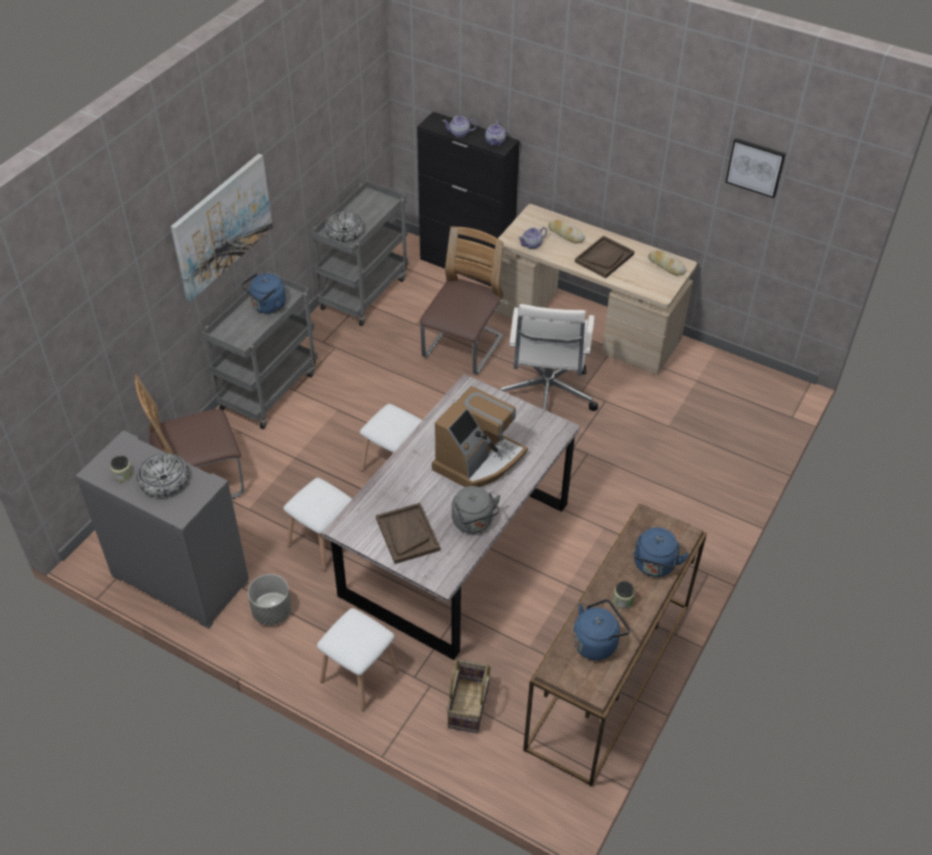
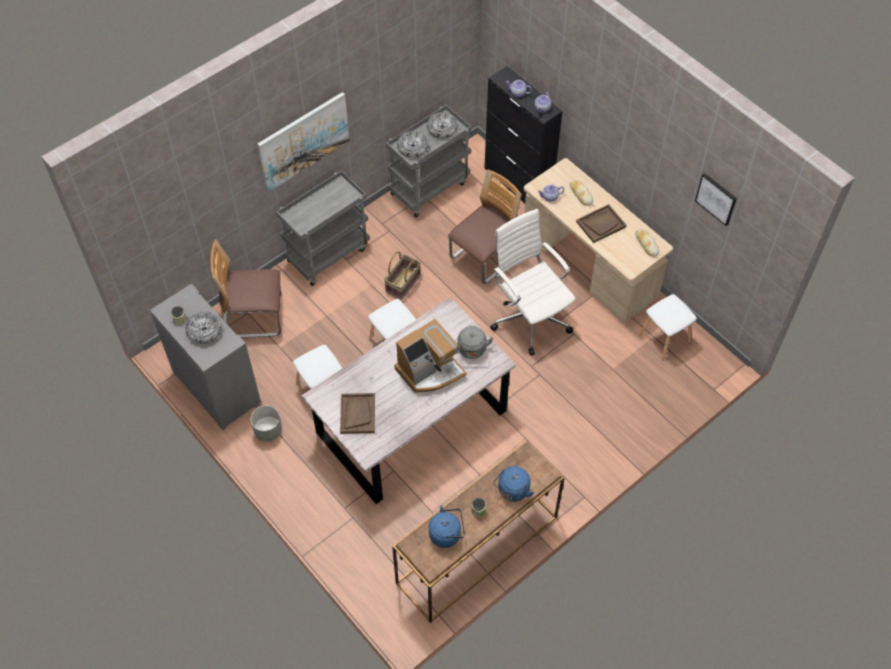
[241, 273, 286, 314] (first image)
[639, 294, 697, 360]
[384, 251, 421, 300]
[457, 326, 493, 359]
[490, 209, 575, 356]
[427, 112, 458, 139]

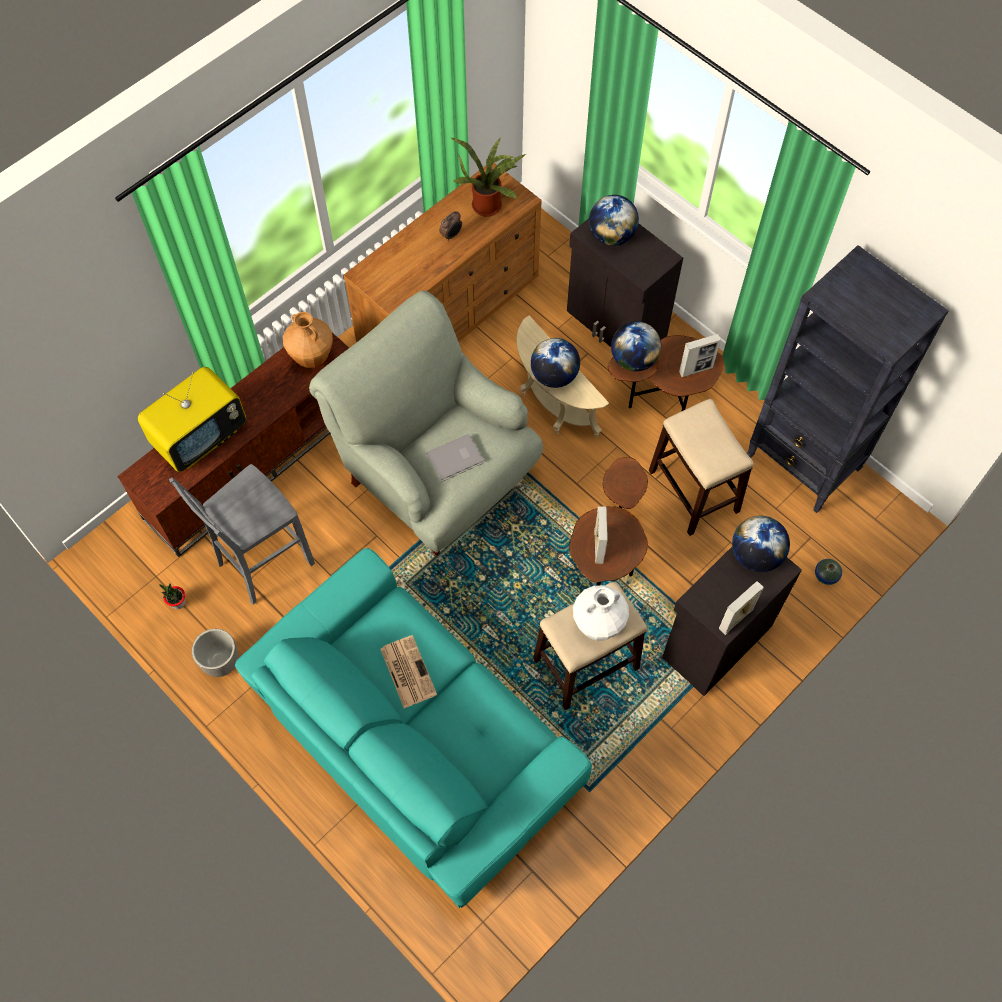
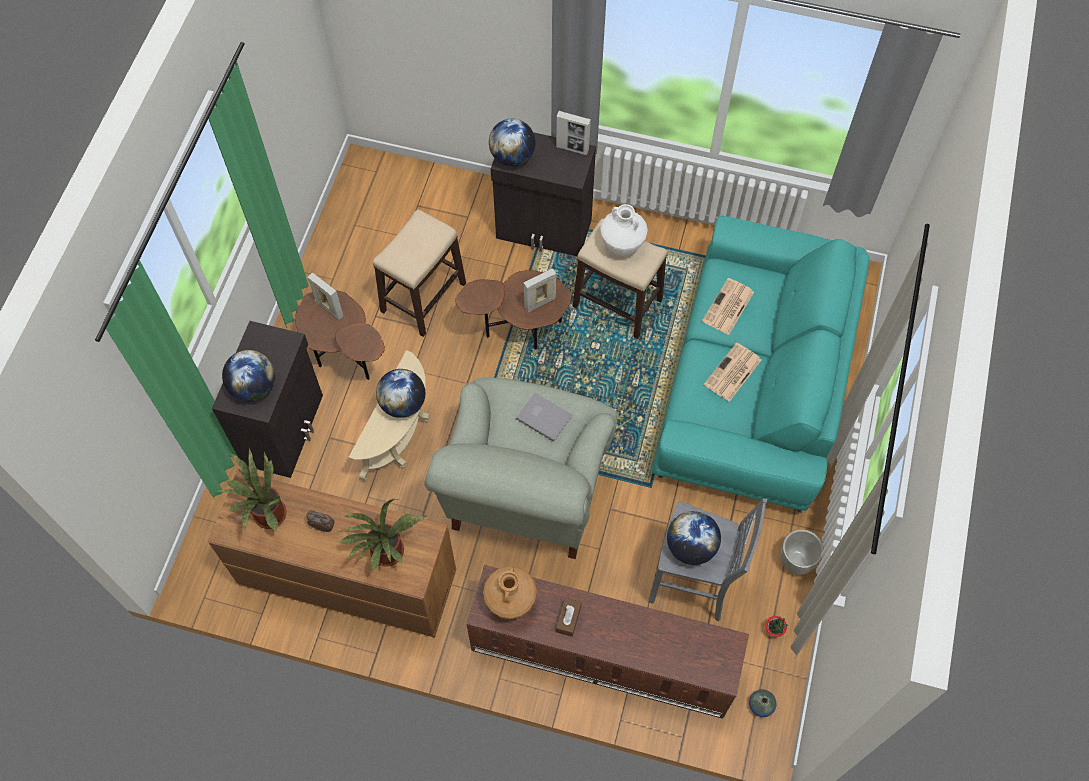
[138, 367, 246, 472] (first image)
[667, 511, 721, 565]
[747, 245, 949, 513] (first image)
[749, 689, 777, 717]
[340, 499, 426, 572]
[556, 598, 581, 637]
[702, 278, 754, 335]

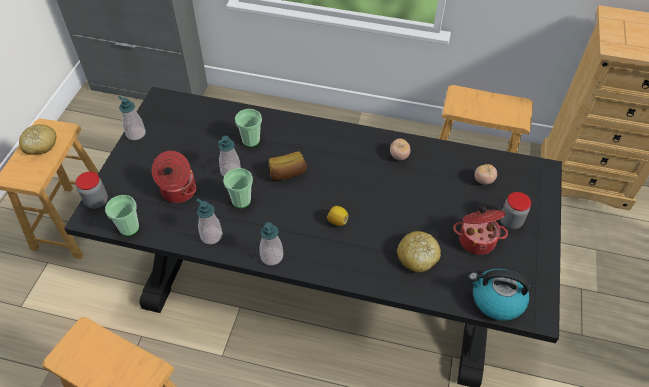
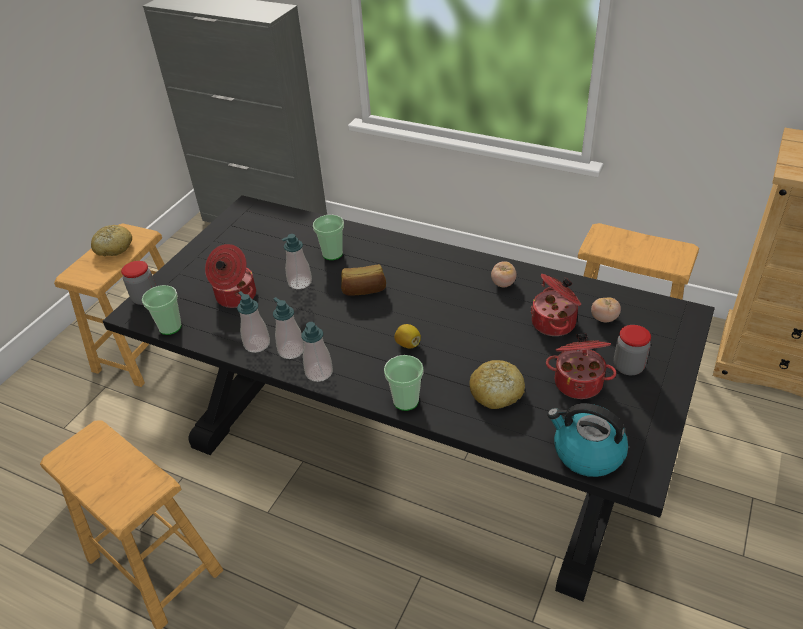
[273, 297, 304, 359]
[384, 355, 424, 411]
[530, 274, 581, 336]

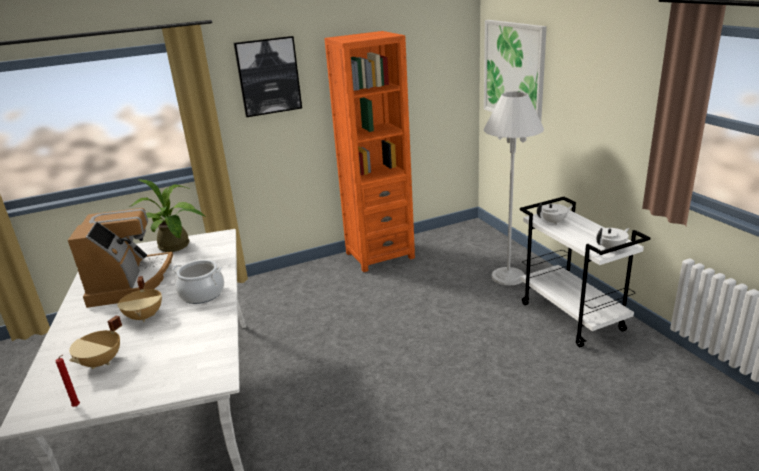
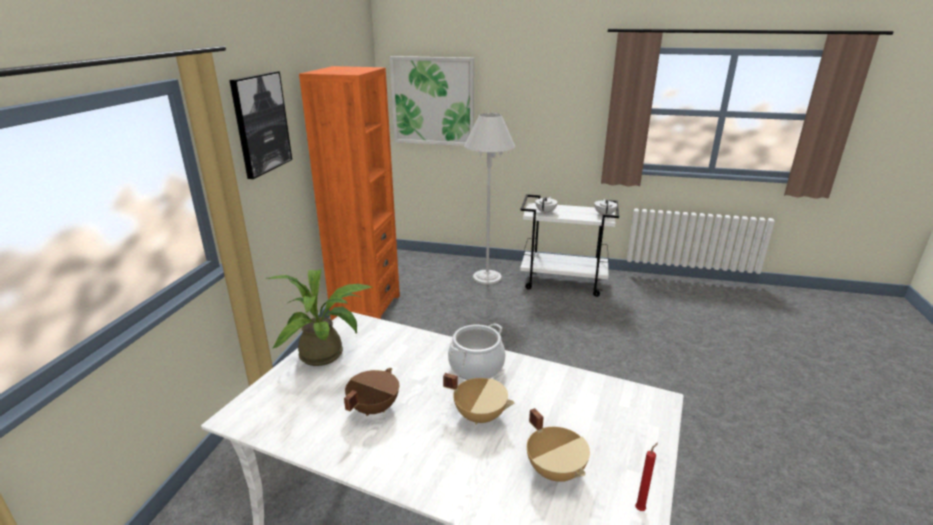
[344, 368, 399, 416]

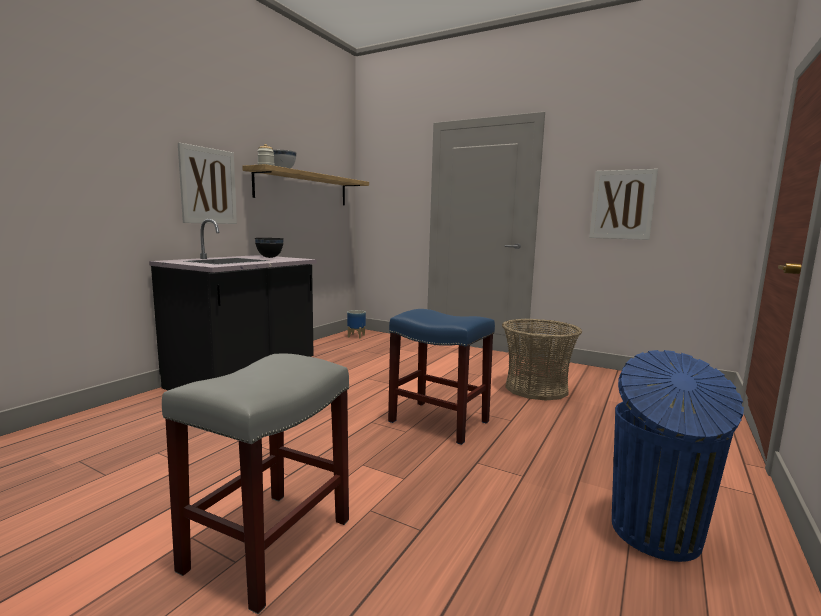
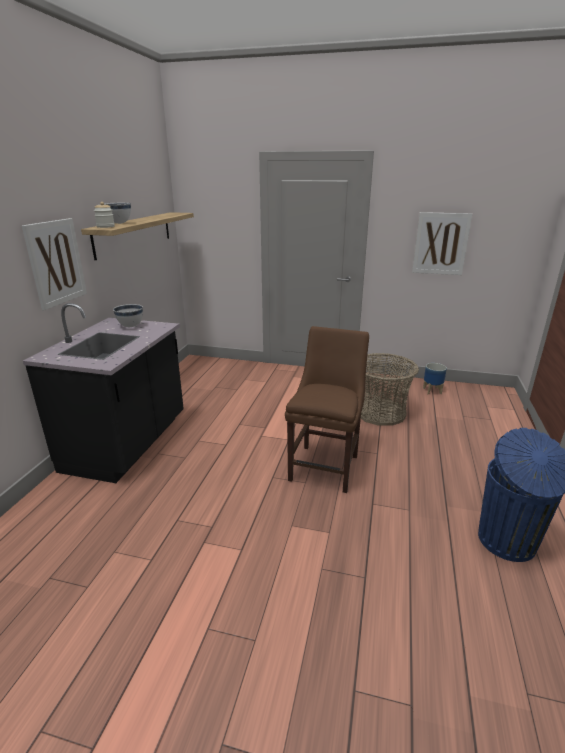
[162, 353, 349, 614] (first image)
[113, 304, 143, 327]
[423, 363, 447, 395]
[285, 326, 369, 493]

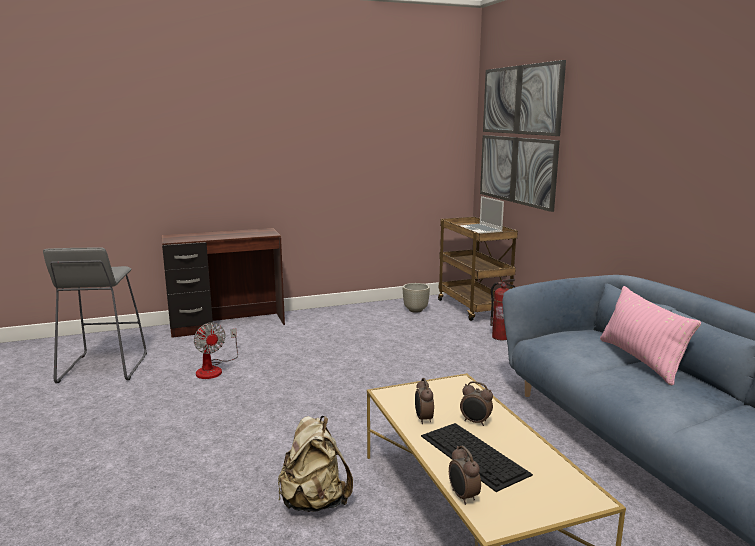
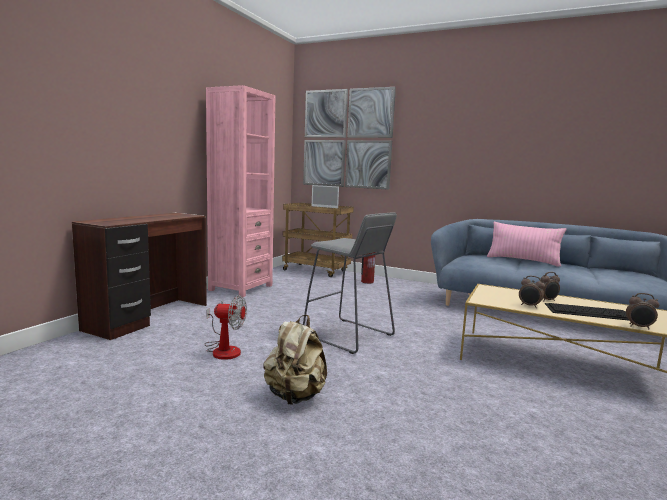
[303, 213, 397, 354]
[263, 315, 327, 405]
[403, 283, 430, 313] (first image)
[206, 85, 275, 297]

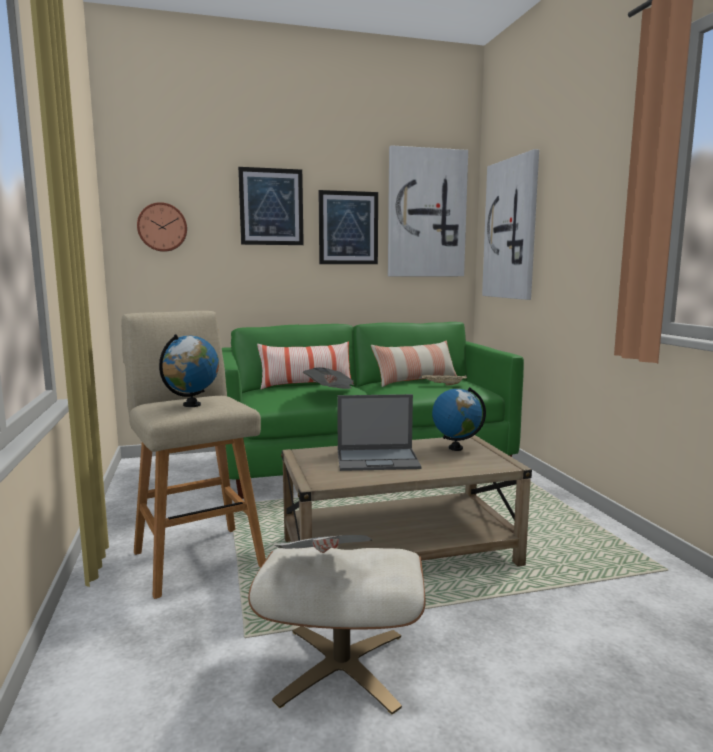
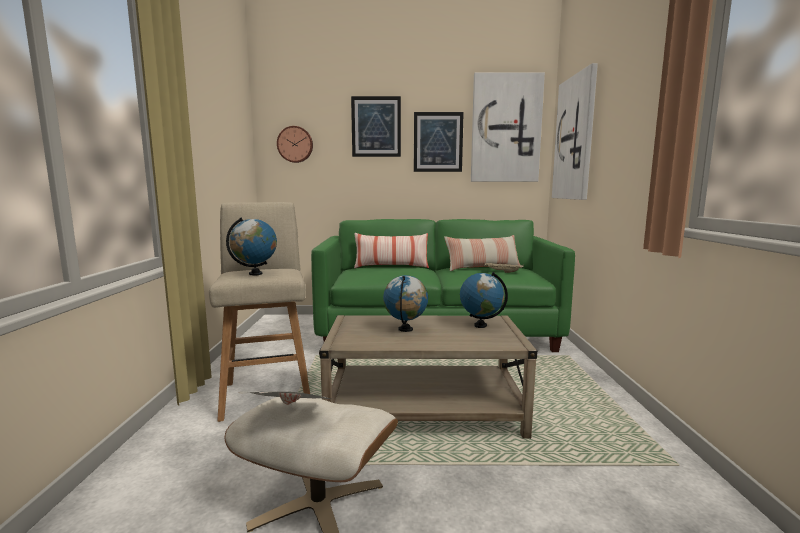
[303, 367, 354, 389] (first image)
[383, 275, 428, 332]

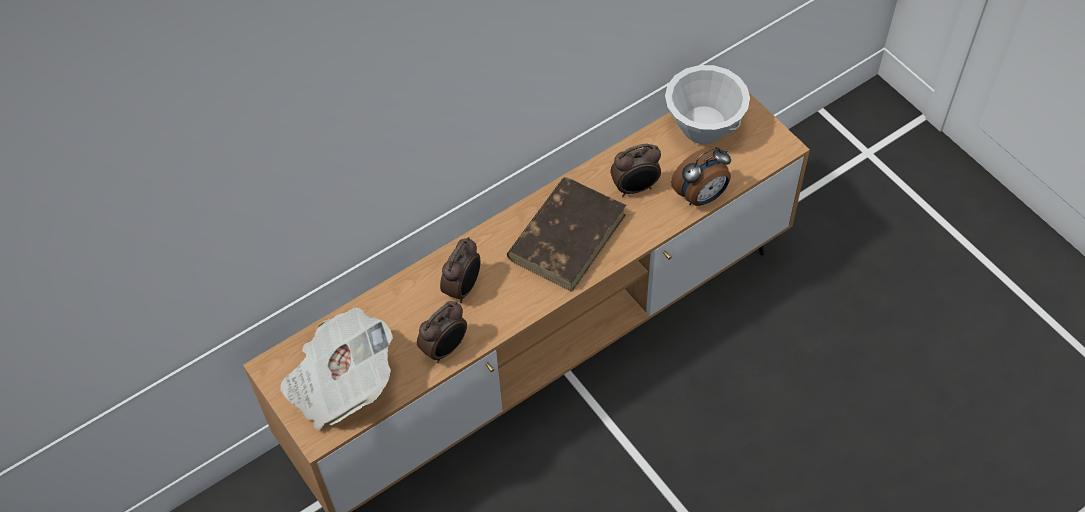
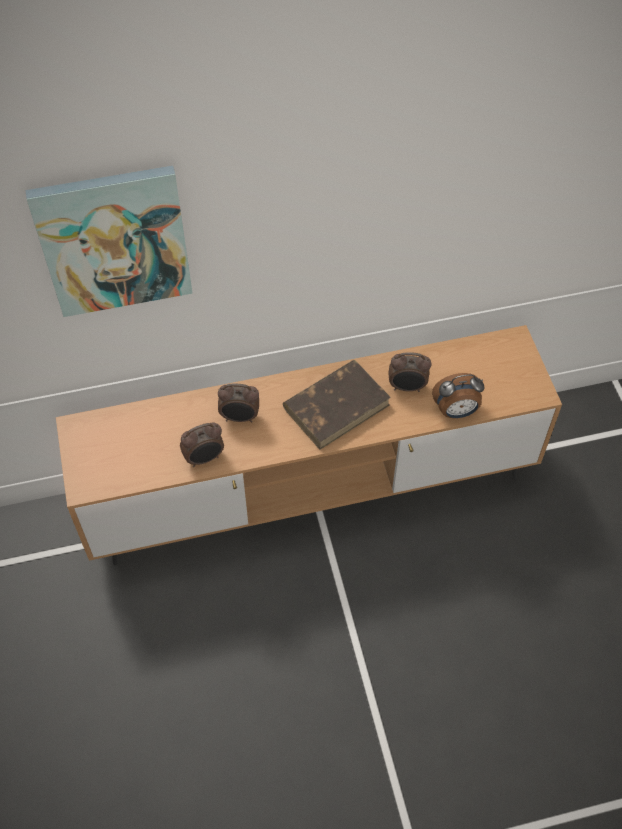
[281, 308, 393, 430] (first image)
[218, 384, 259, 422]
[665, 65, 750, 144] (first image)
[25, 166, 193, 317]

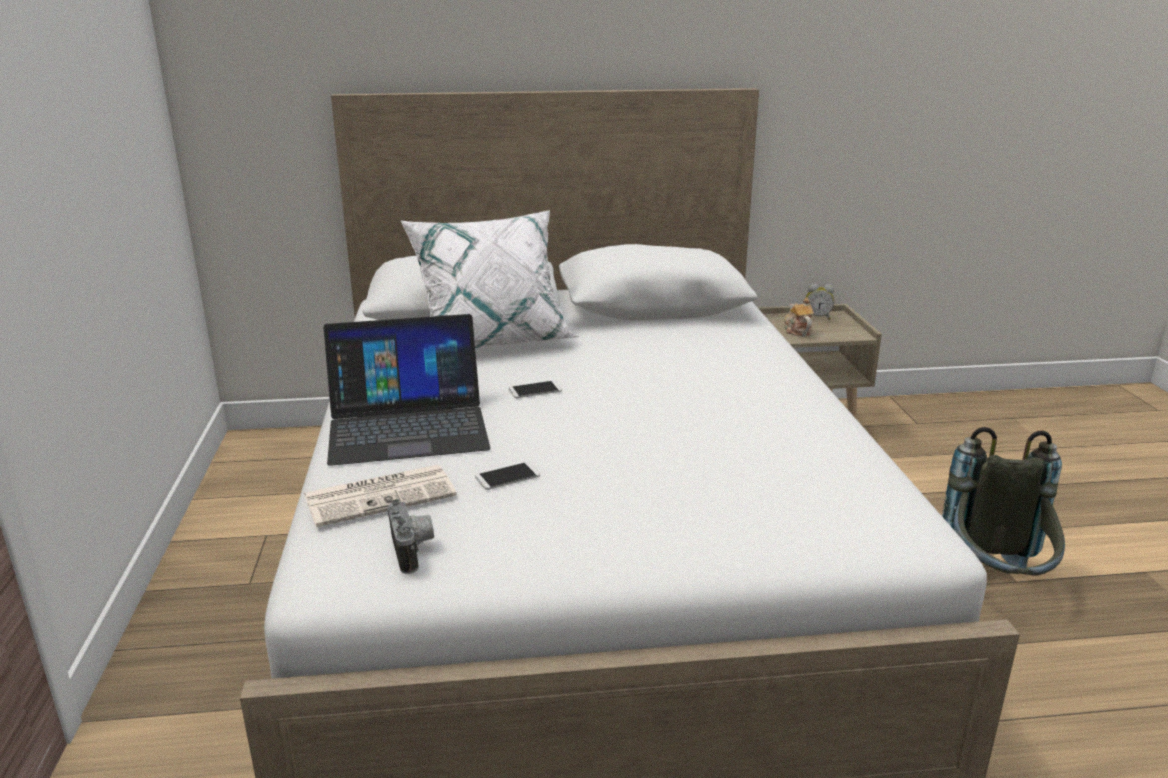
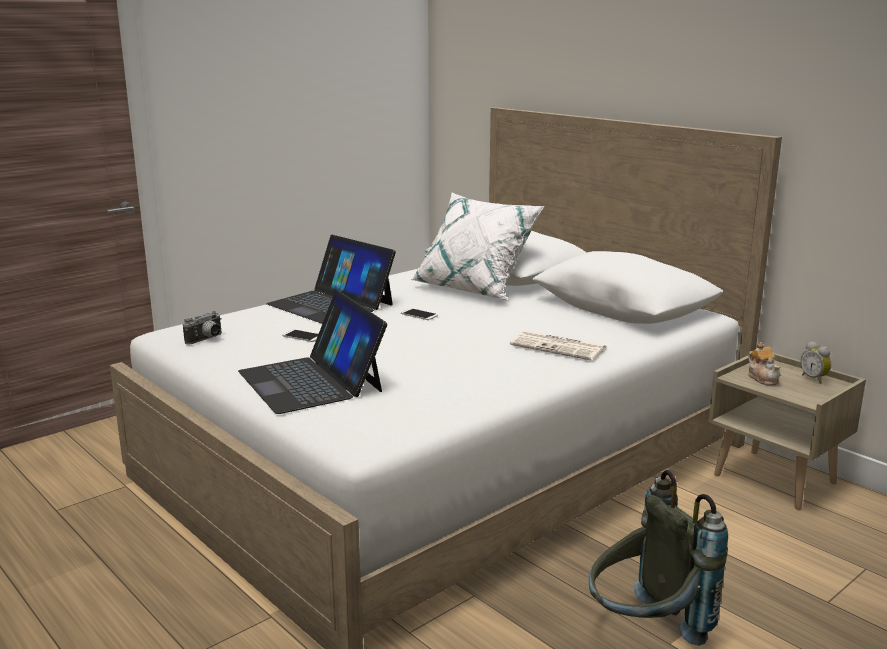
[510, 331, 606, 361]
[748, 342, 780, 386]
[238, 290, 387, 414]

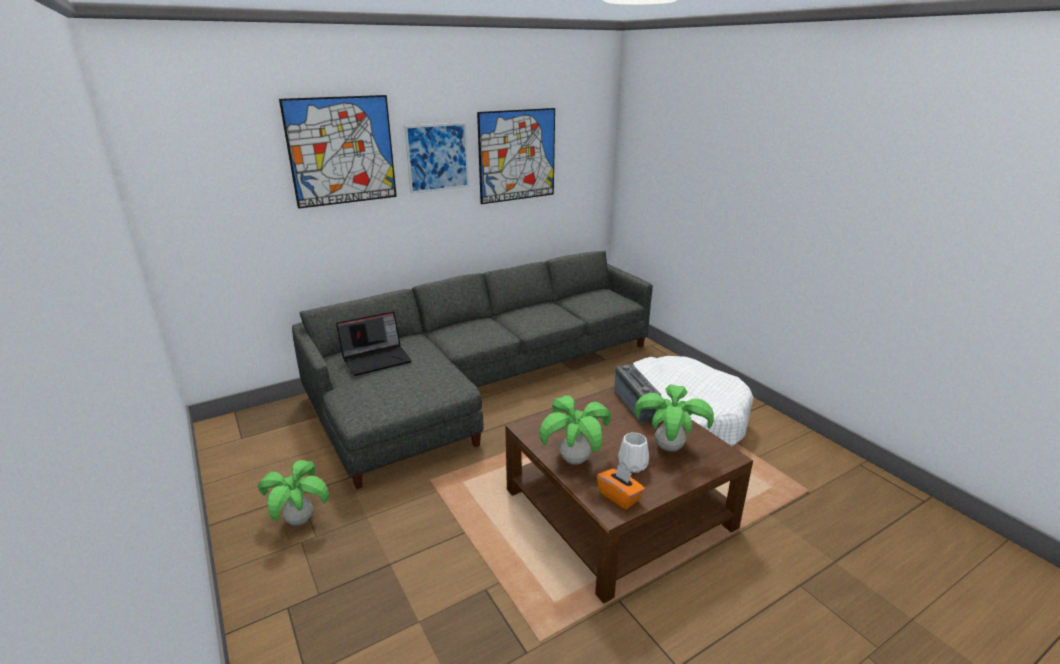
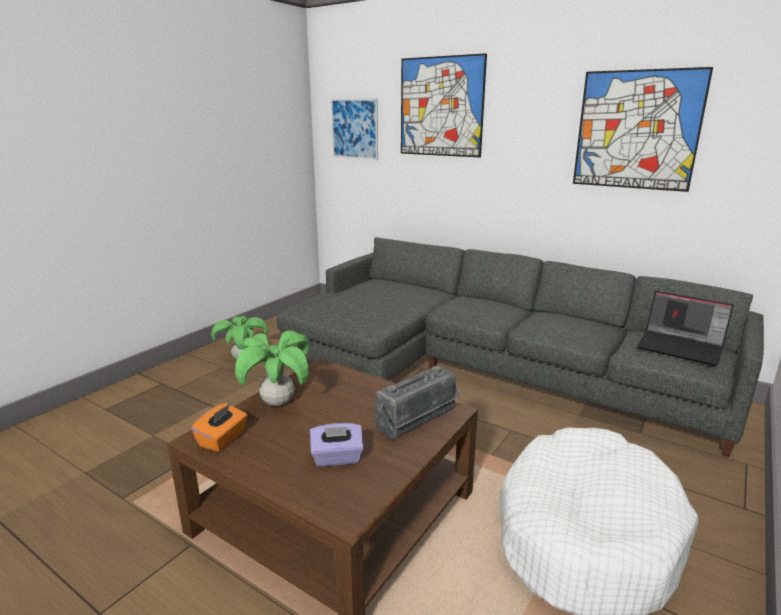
[637, 291, 734, 366]
[331, 98, 378, 160]
[618, 433, 649, 473] (first image)
[310, 423, 364, 467]

